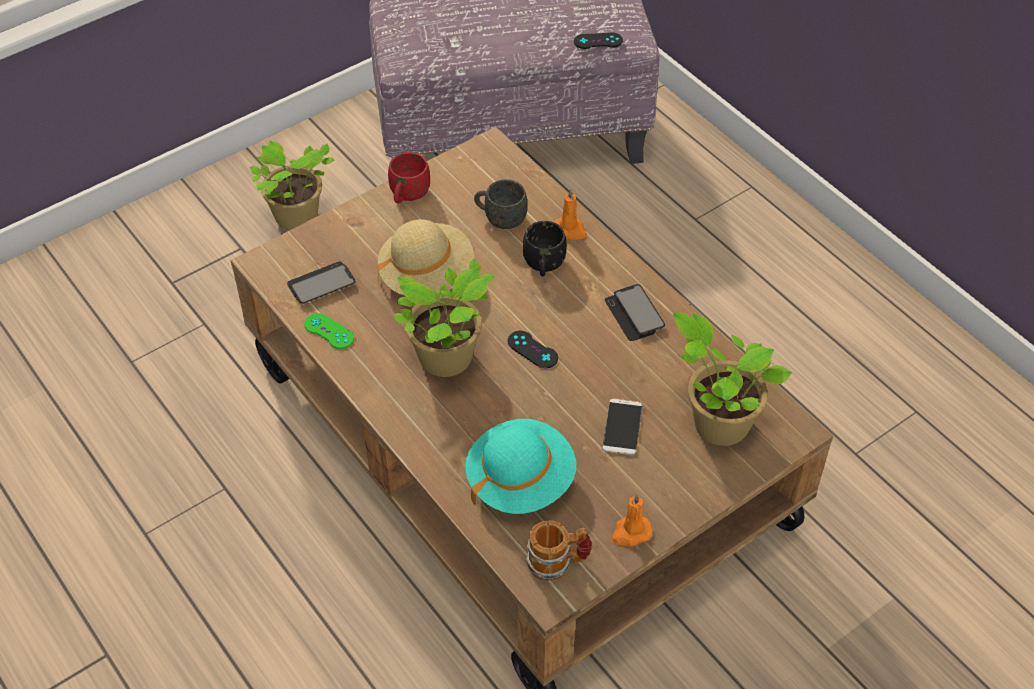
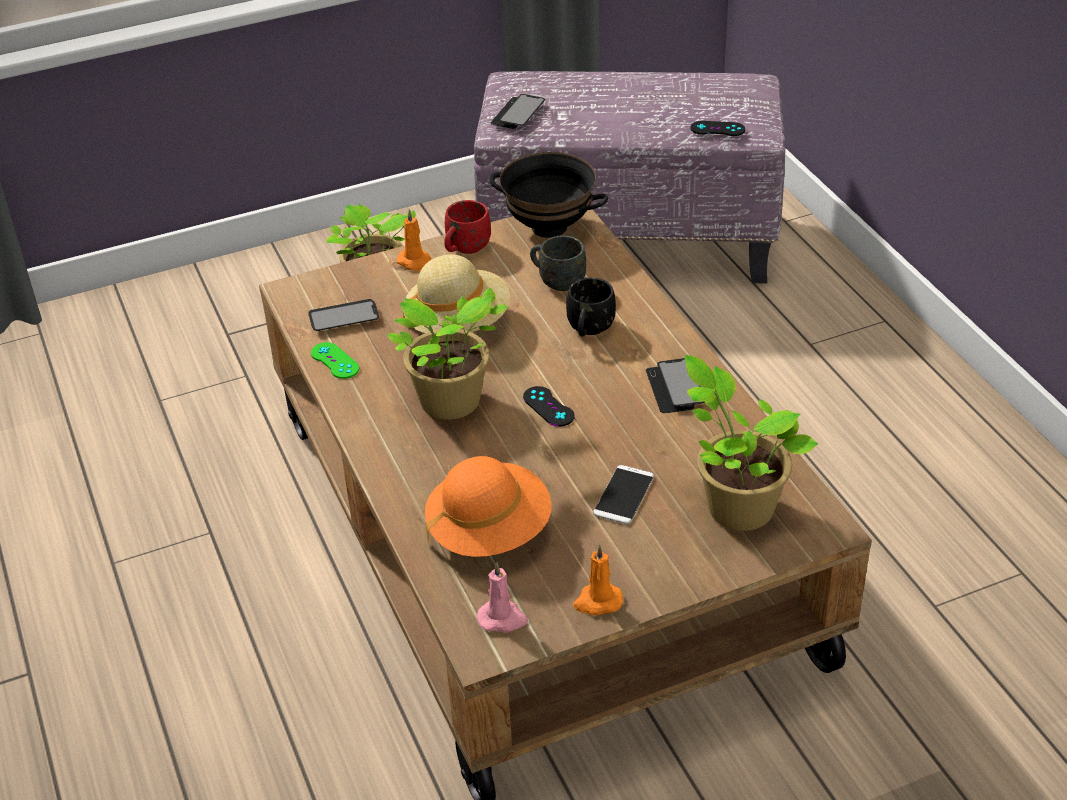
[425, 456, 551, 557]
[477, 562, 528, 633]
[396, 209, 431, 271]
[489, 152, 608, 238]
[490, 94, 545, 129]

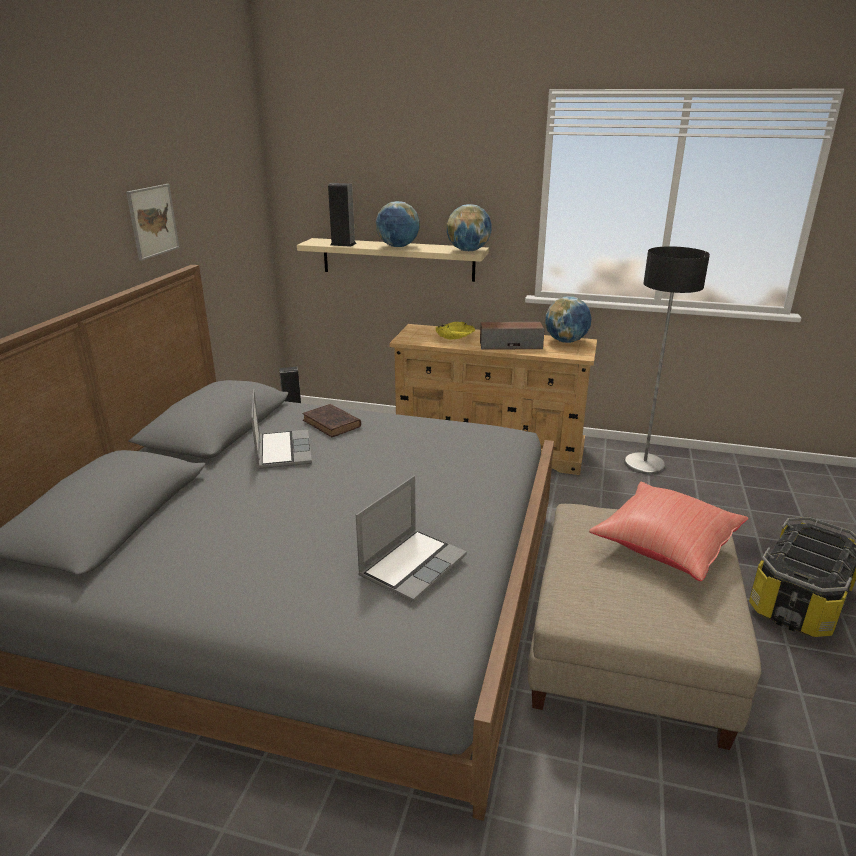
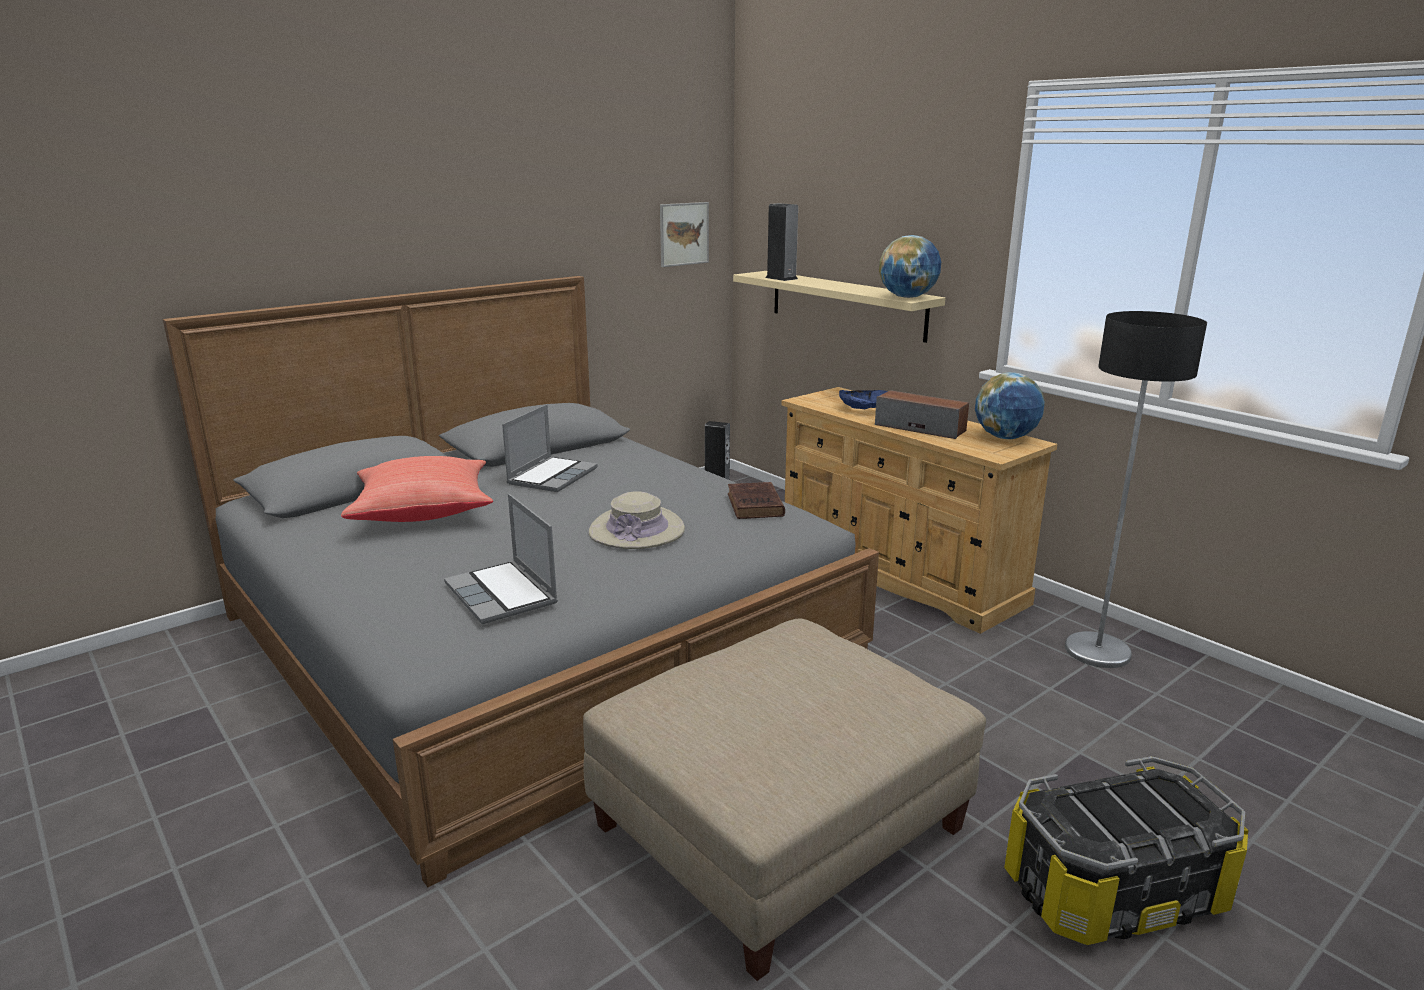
[660, 202, 709, 267]
[728, 482, 785, 519]
[444, 494, 558, 624]
[376, 201, 420, 247] (first image)
[839, 390, 888, 409]
[341, 456, 493, 522]
[588, 491, 685, 549]

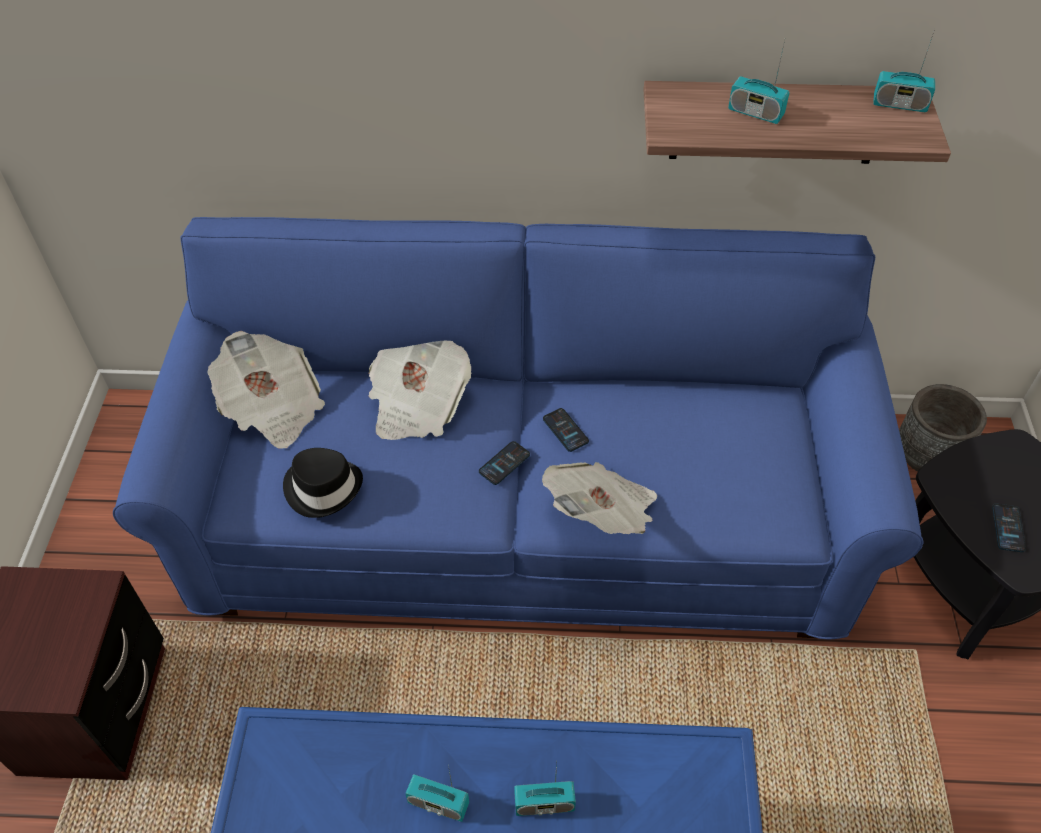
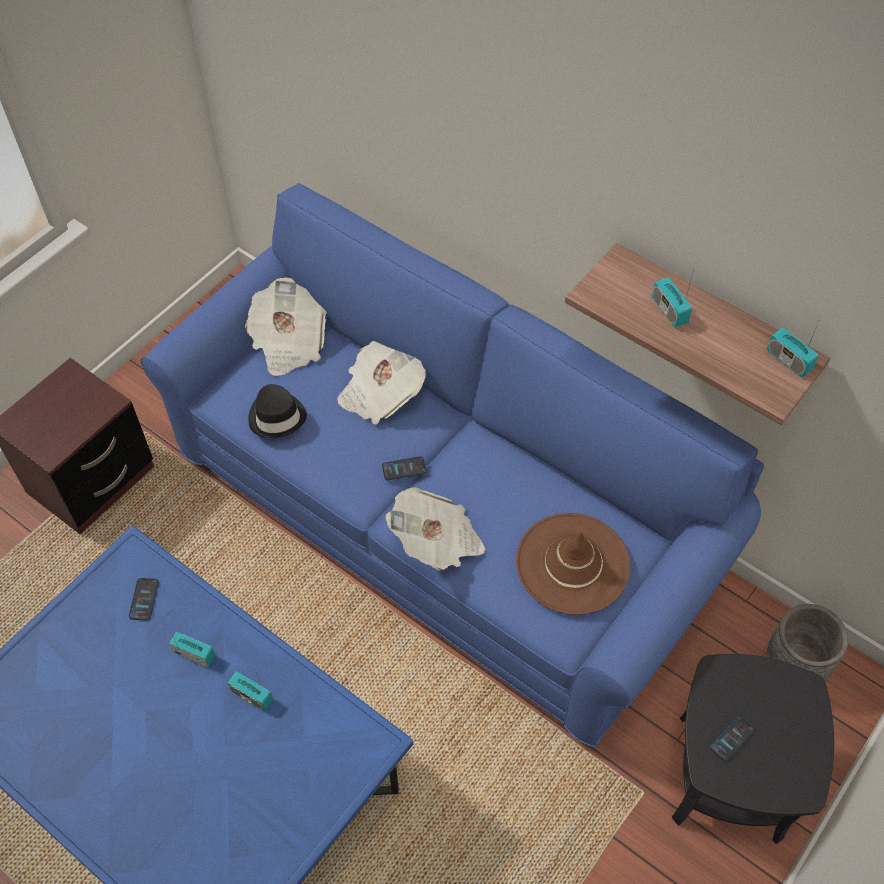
[169, 632, 215, 667]
[129, 578, 159, 621]
[516, 513, 631, 615]

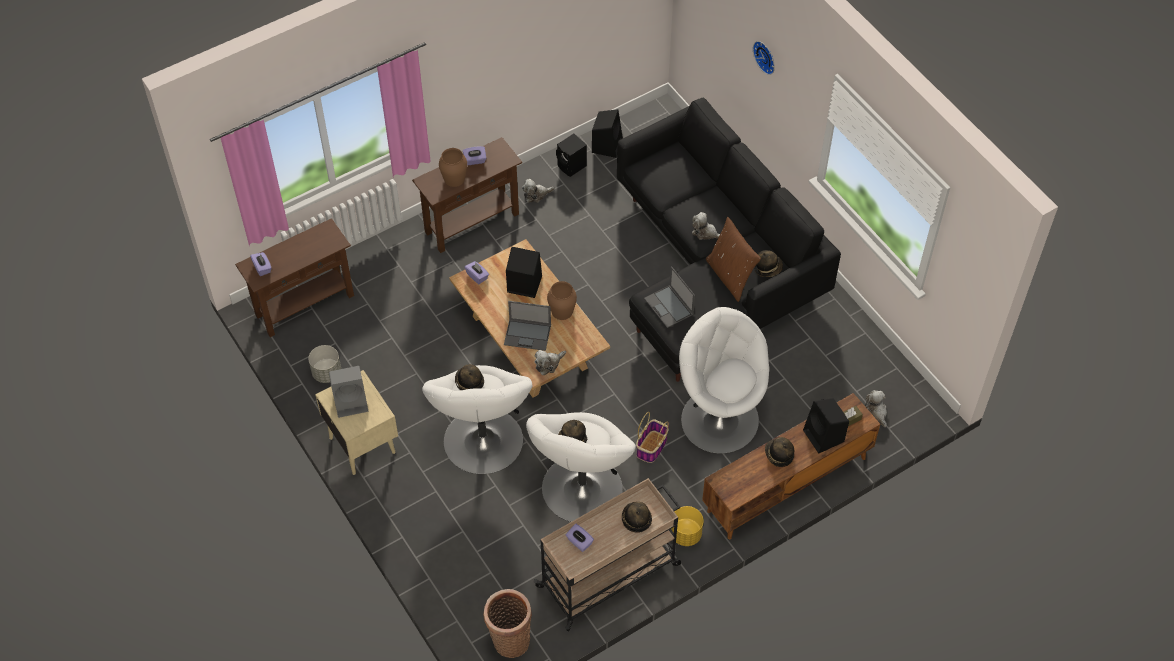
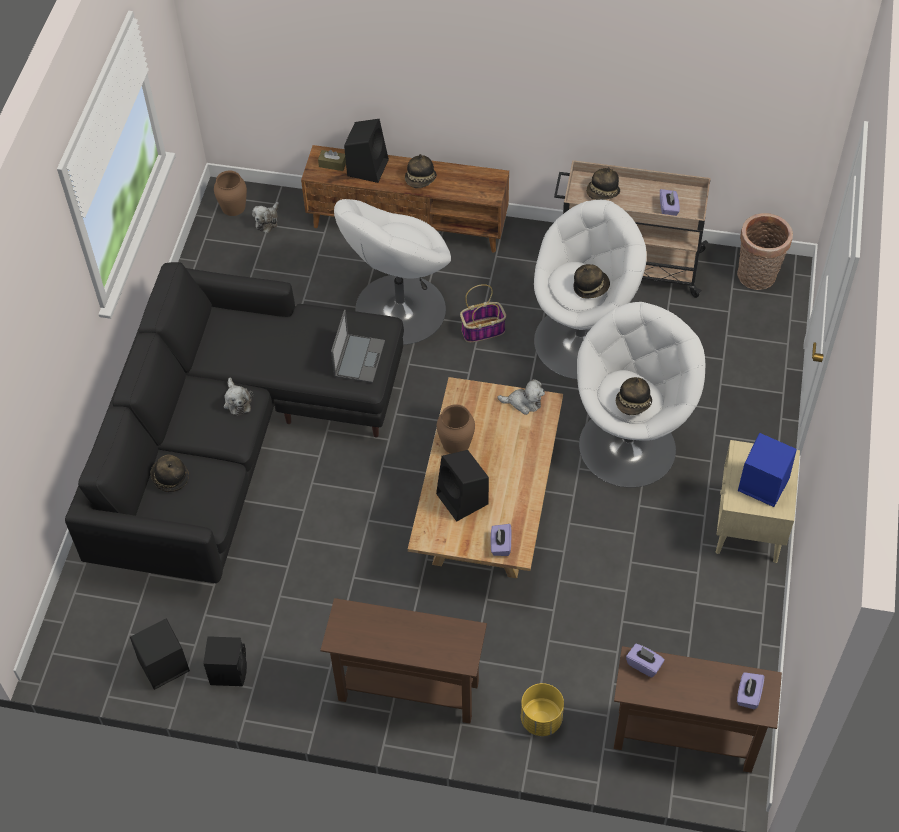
[308, 345, 341, 383] (first image)
[738, 433, 797, 507]
[214, 171, 247, 216]
[626, 644, 665, 678]
[504, 301, 551, 351] (first image)
[522, 179, 555, 203] (first image)
[521, 683, 564, 736]
[334, 199, 451, 345]
[706, 217, 761, 302] (first image)
[753, 41, 775, 75] (first image)
[151, 454, 189, 492]

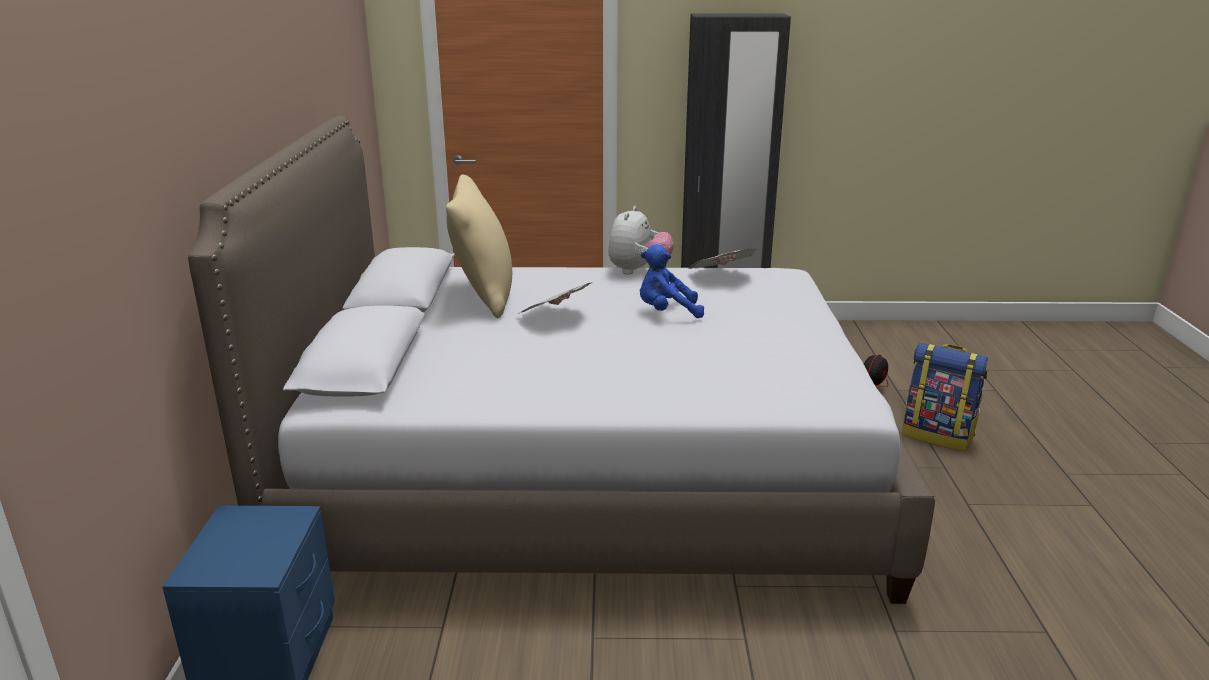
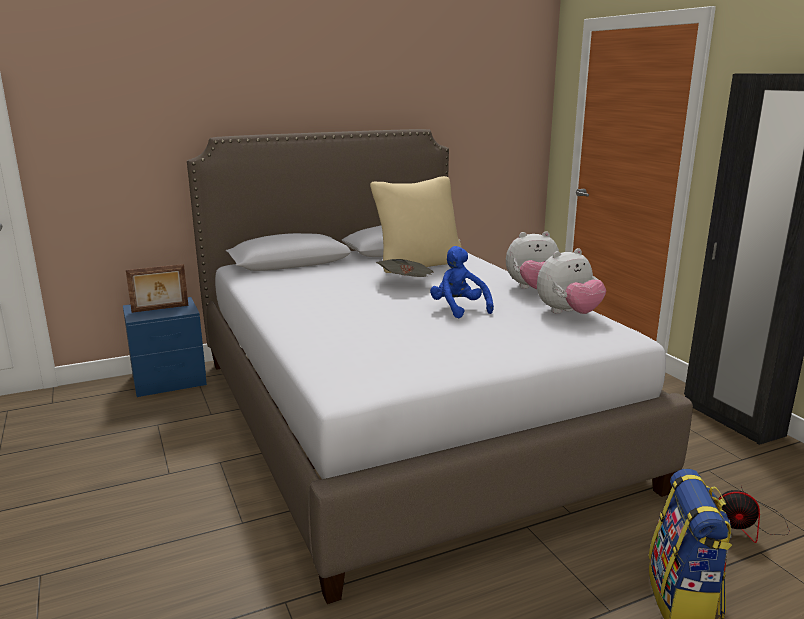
[537, 248, 606, 314]
[126, 264, 188, 313]

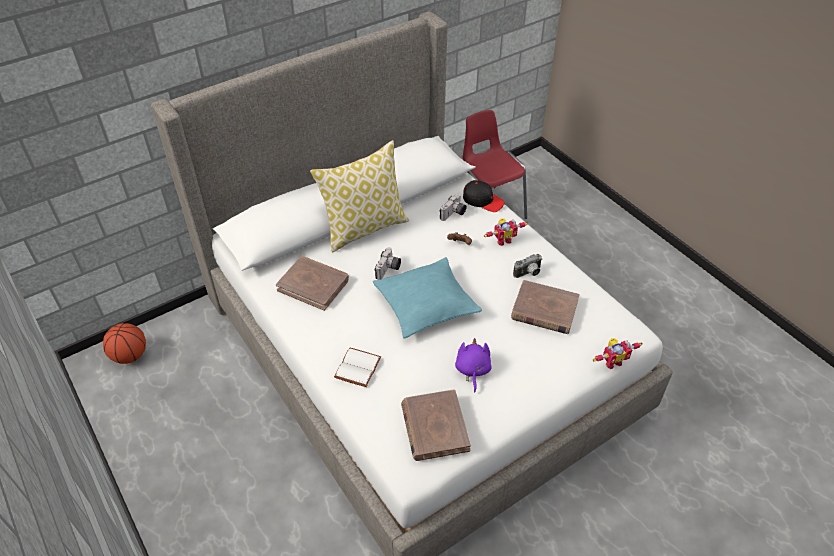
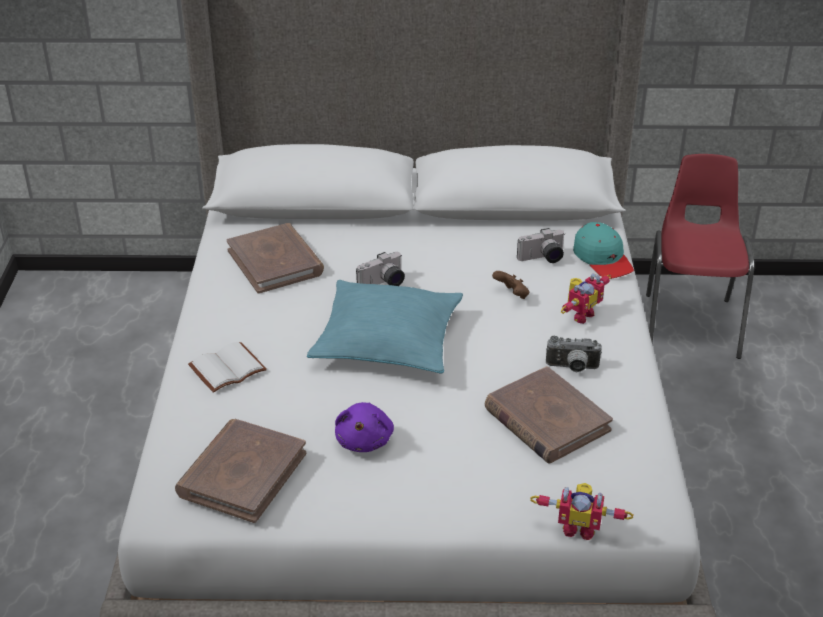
[103, 323, 146, 364] (first image)
[310, 140, 409, 253] (first image)
[335, 402, 394, 452]
[573, 222, 634, 279]
[561, 273, 611, 324]

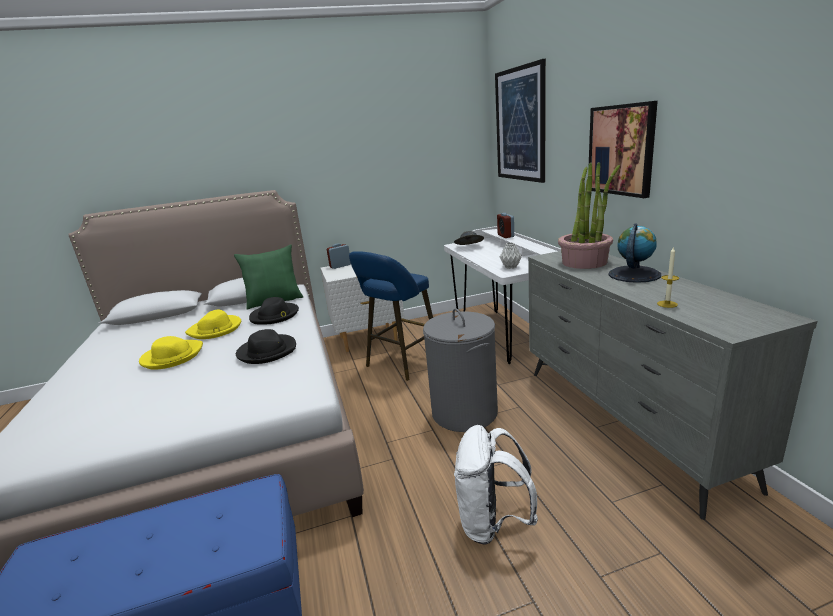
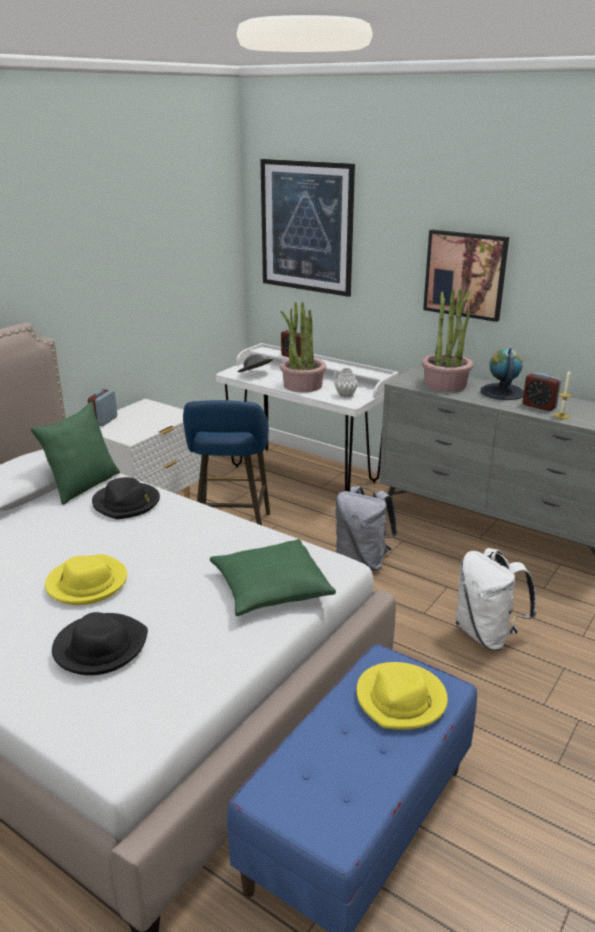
[357, 662, 448, 730]
[52, 612, 148, 675]
[335, 486, 397, 570]
[210, 539, 336, 616]
[280, 301, 326, 392]
[522, 373, 561, 411]

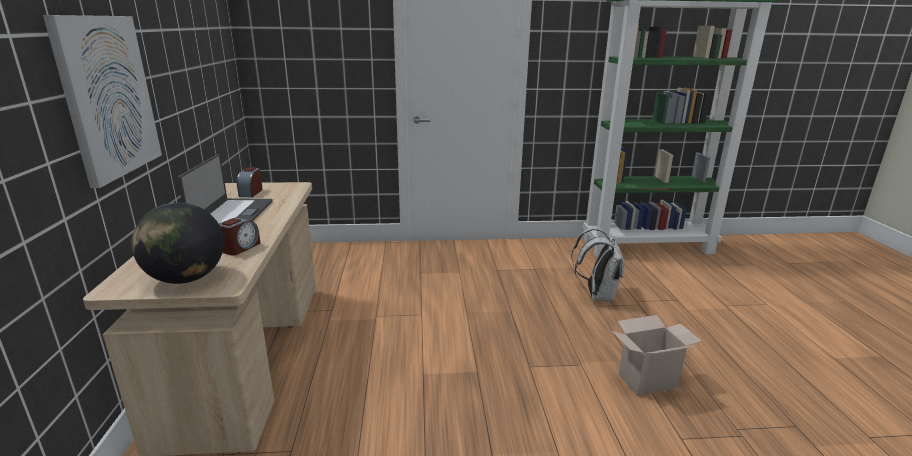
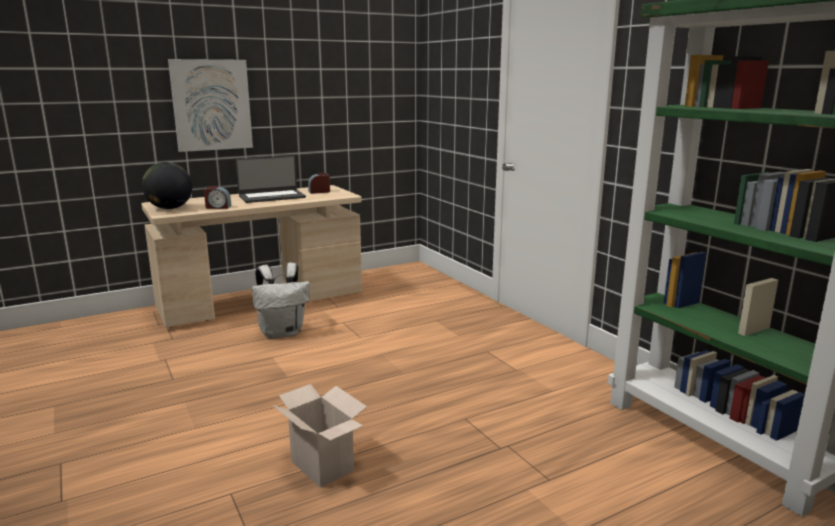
[252, 262, 310, 339]

